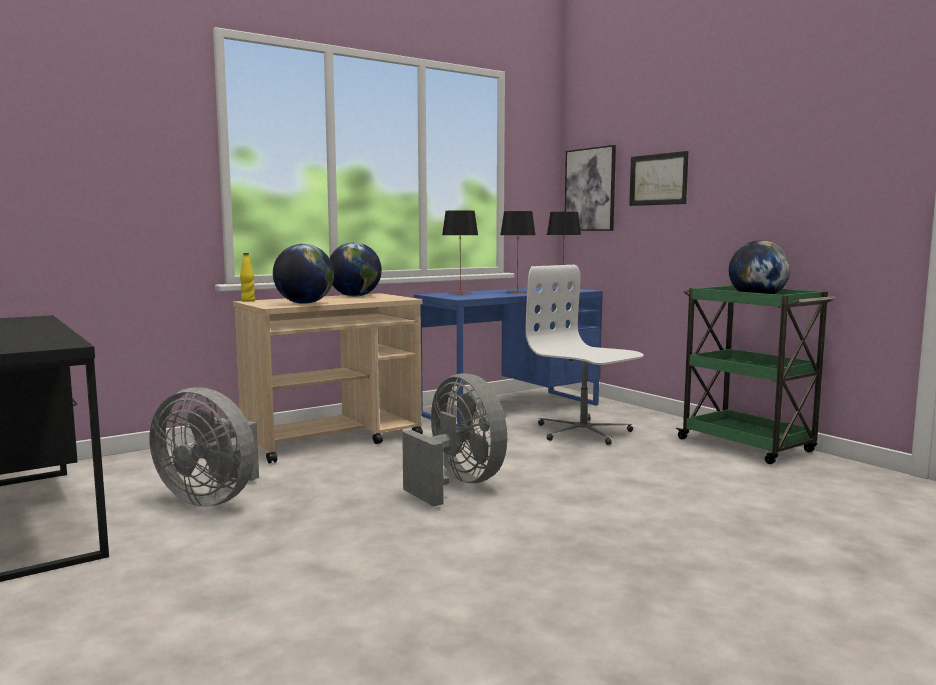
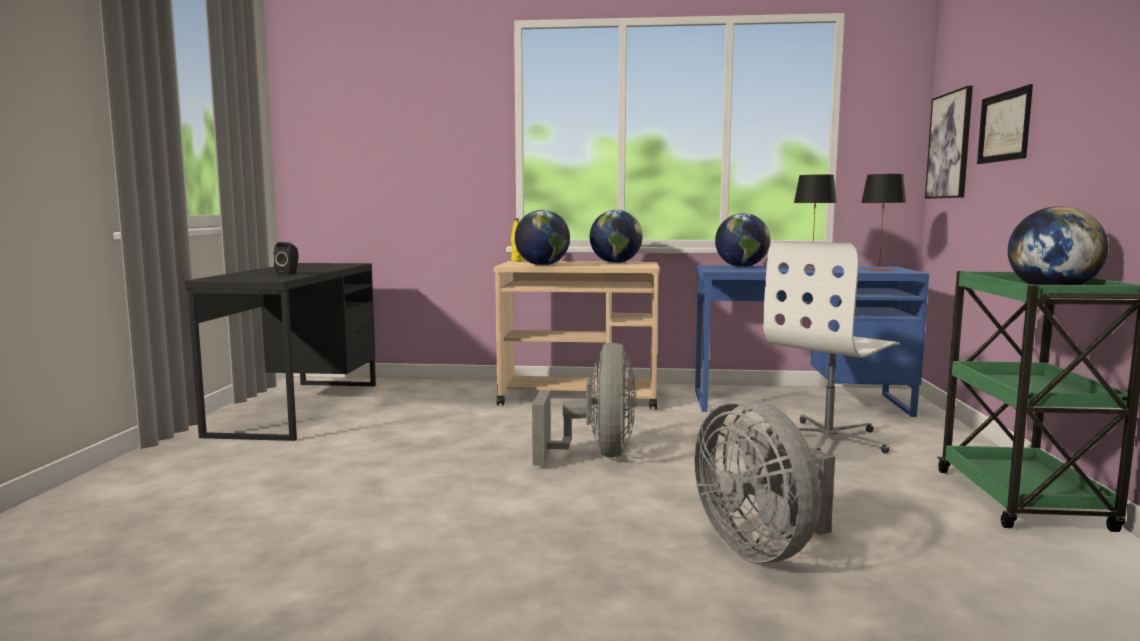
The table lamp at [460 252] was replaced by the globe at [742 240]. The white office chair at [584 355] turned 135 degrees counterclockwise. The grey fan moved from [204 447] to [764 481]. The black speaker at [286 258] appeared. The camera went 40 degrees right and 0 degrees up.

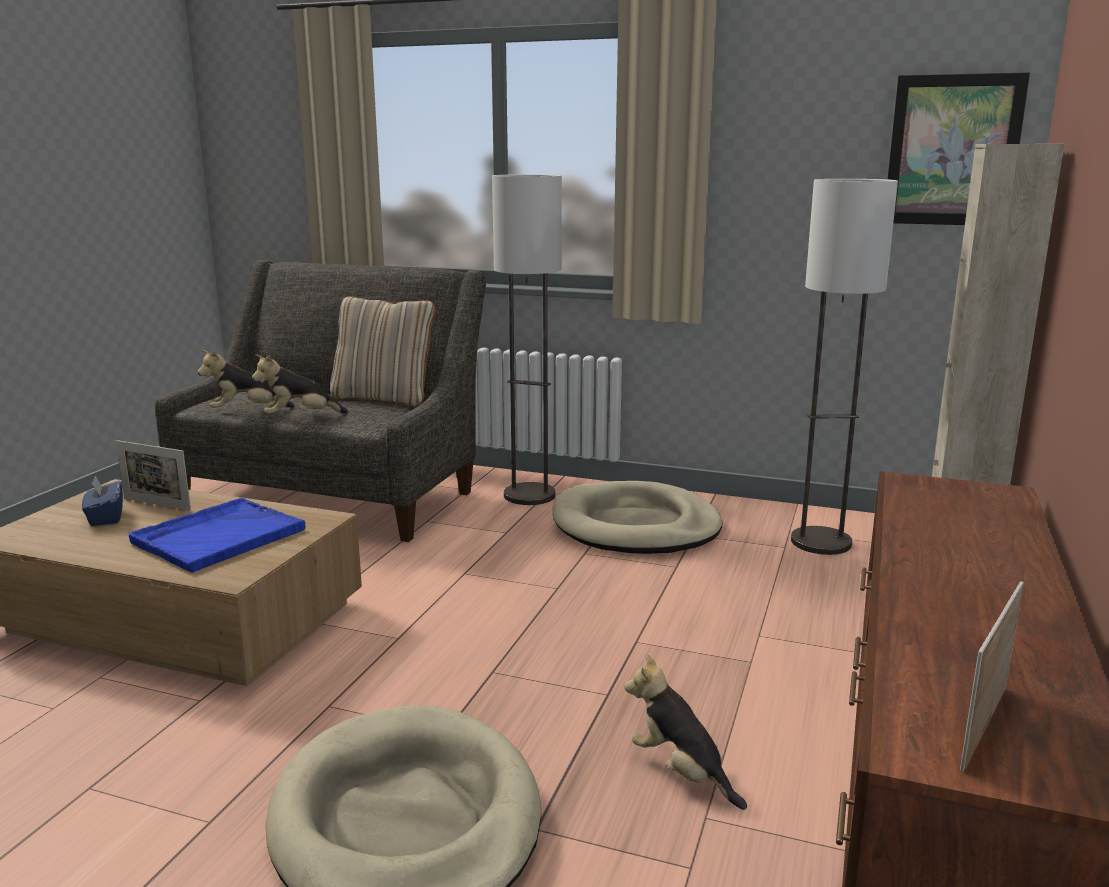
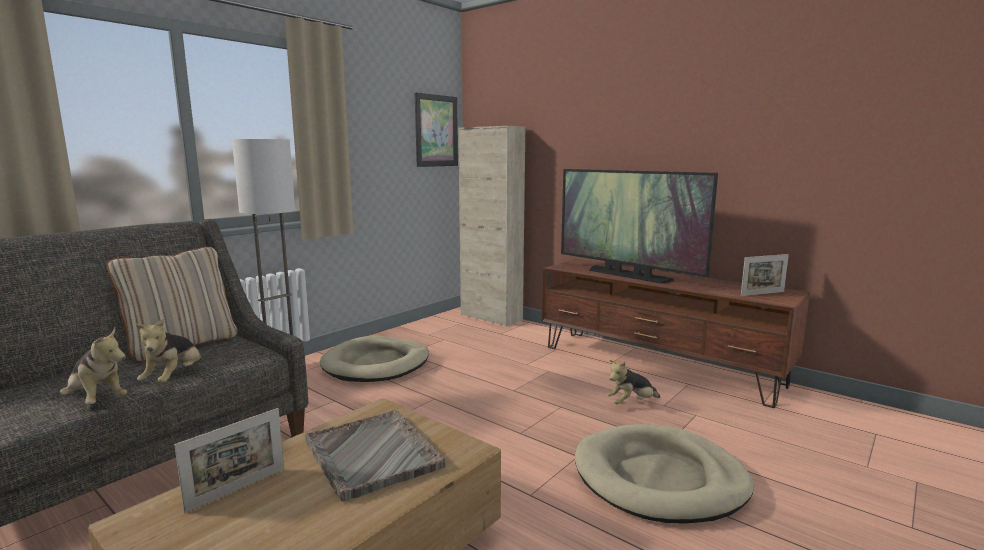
The floor lamp at [844 367] disappeared. The plush toy at [246 379] turned 60 degrees counterclockwise. The blue tissue box at [102 500] disappeared. The blue tray at [217 535] became the grey tray at [375 455]. The picture frame at [992 676] turned 75 degrees counterclockwise. The television at [639 226] appeared. The camera went 70 degrees left and 5 degrees down.

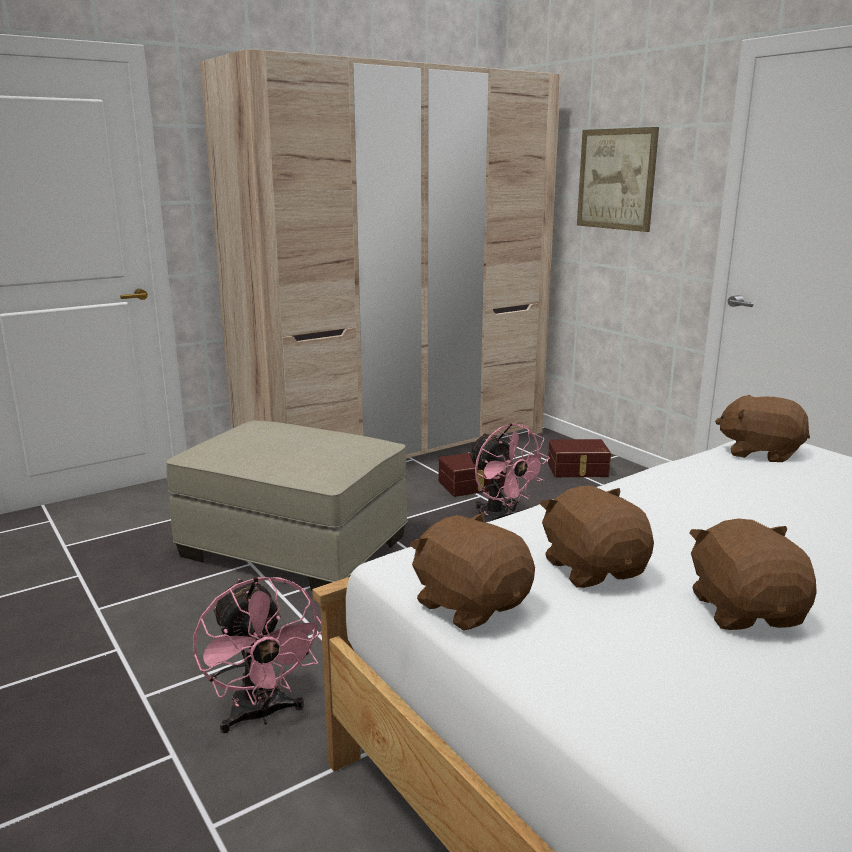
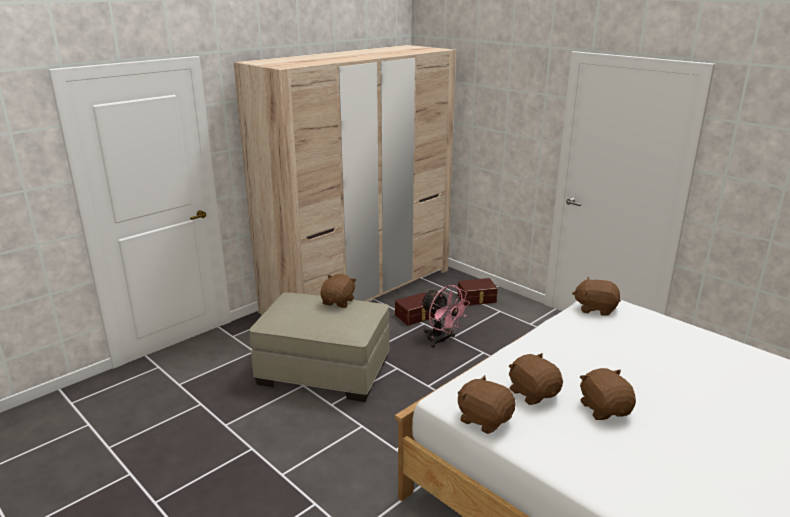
The picture at [618 179] disappeared. The pink fan at [257 655] disappeared. The brown plush toy at [338 291] appeared. The camera went 10 degrees left and 5 degrees up.

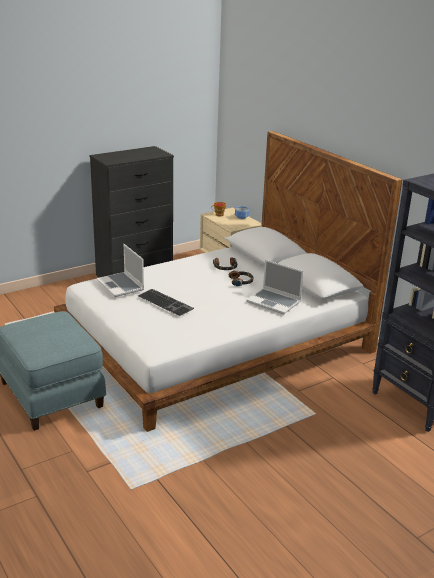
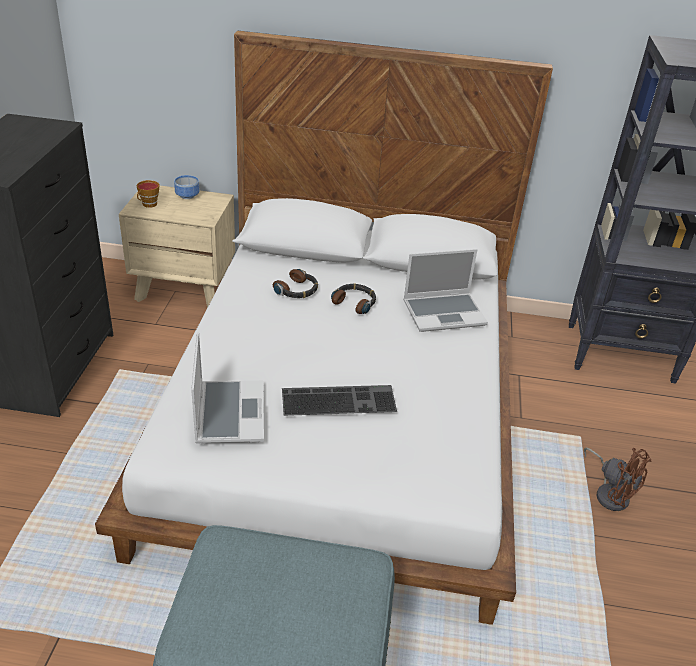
The laptop at [120 270] turned 105 degrees counterclockwise. The brown fan at [618 479] appeared. The camera went 50 degrees left and 10 degrees up.

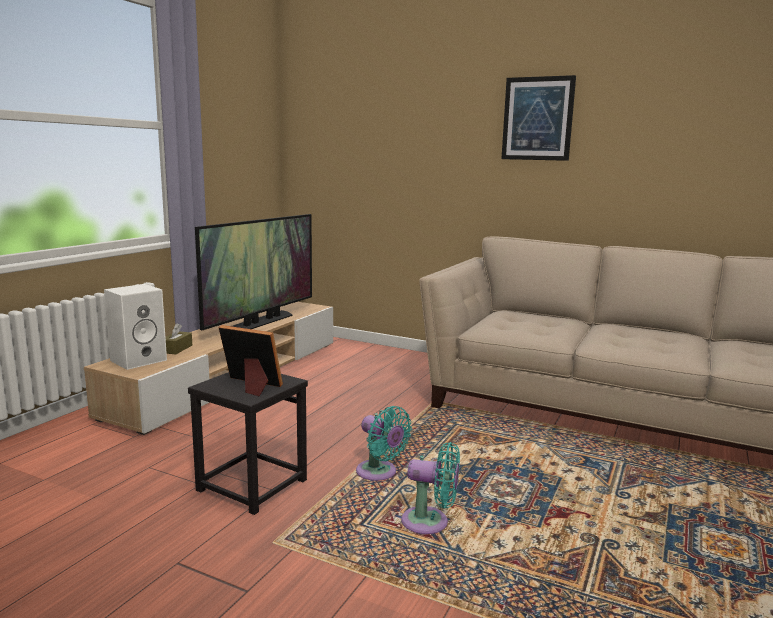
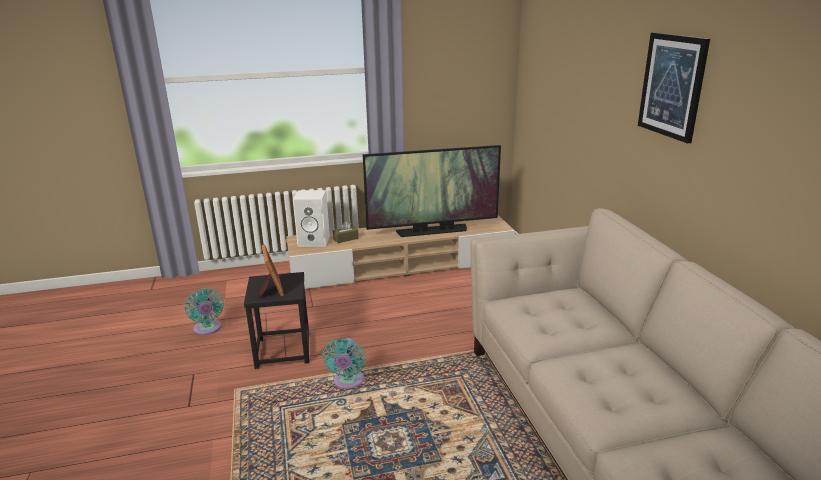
The turquoise fan moved from [430 488] to [204 311]. The camera went 50 degrees right and 10 degrees up.

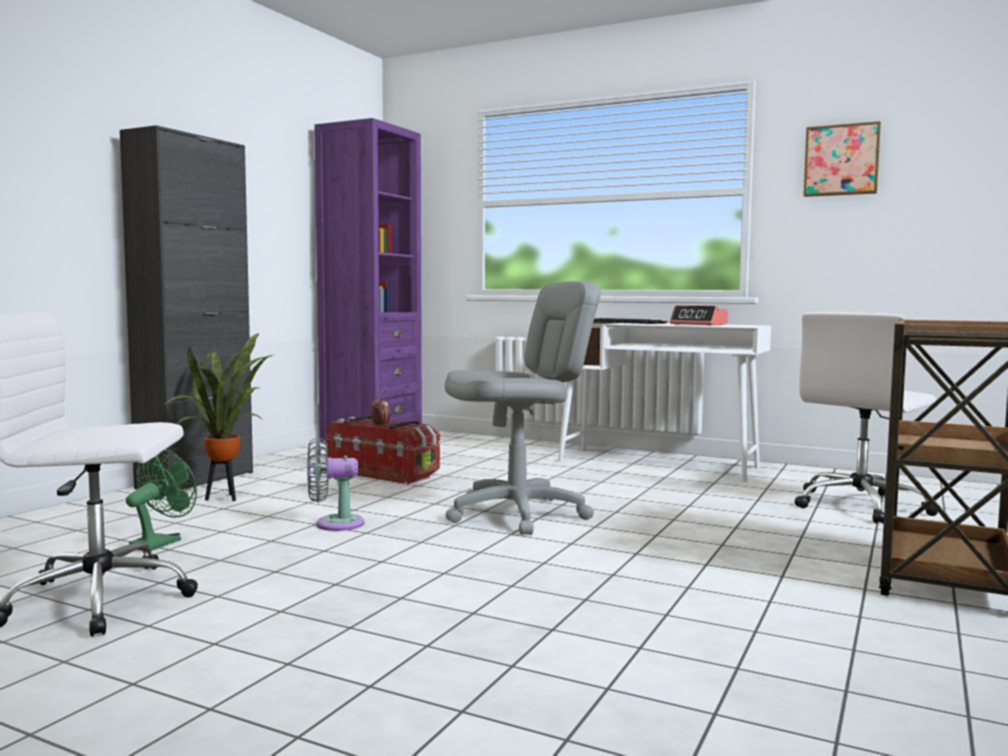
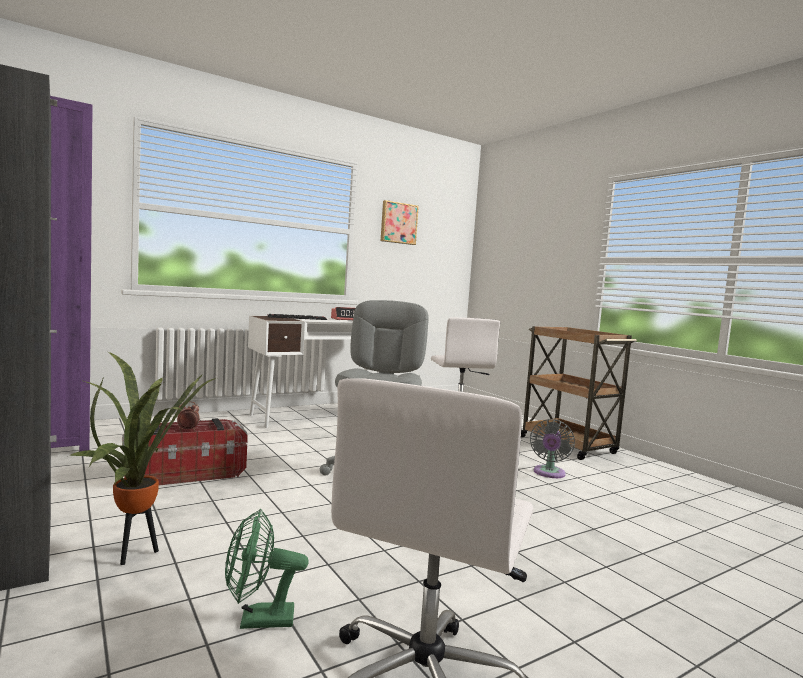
The grey fan moved from [335 484] to [552 448]. The green fan at [161 500] turned 60 degrees counterclockwise. The camera went 60 degrees left and 0 degrees up.

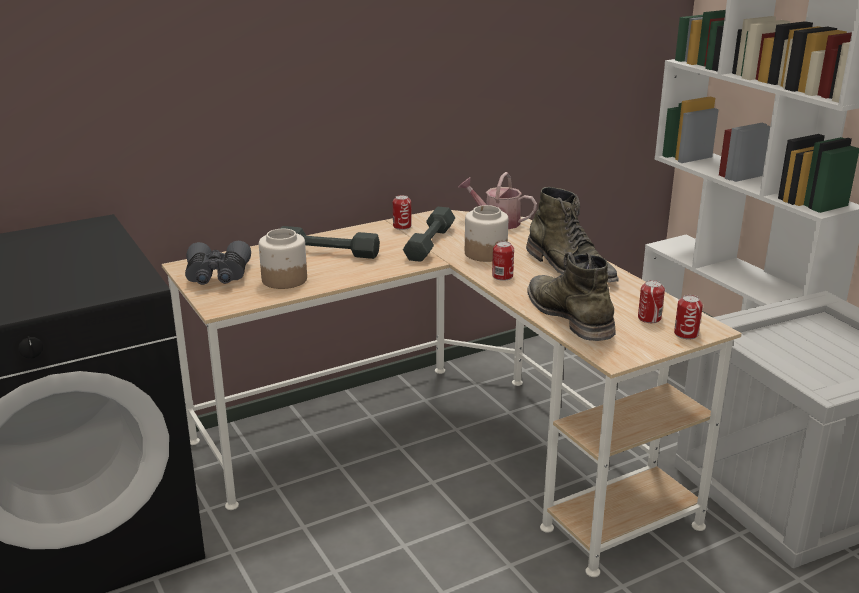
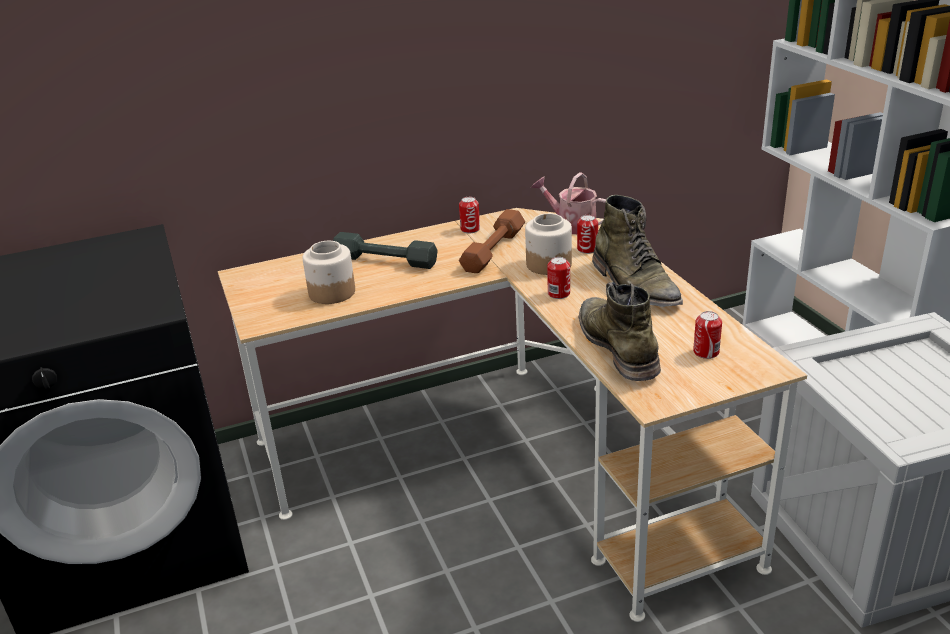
The grey dumbbell at [429 234] became the brown dumbbell at [492 241]. The grey binoculars at [218 263] disappeared. The can moved from [688 317] to [587 234]. The camera went 10 degrees right and 5 degrees up.

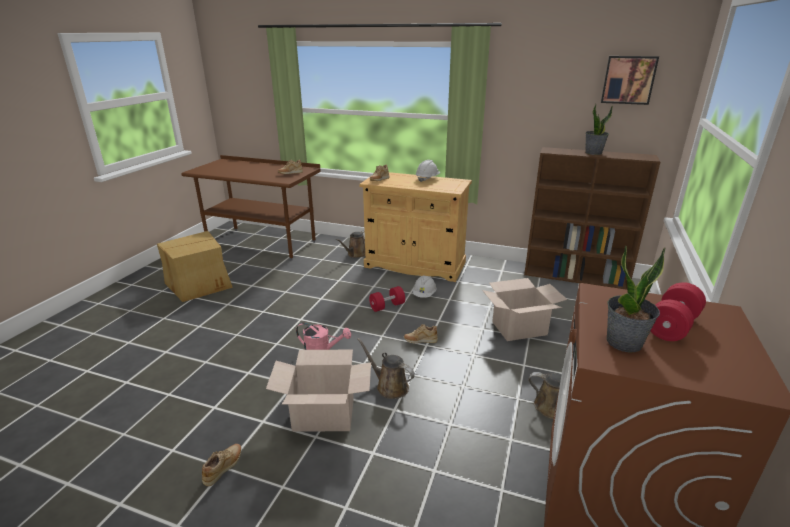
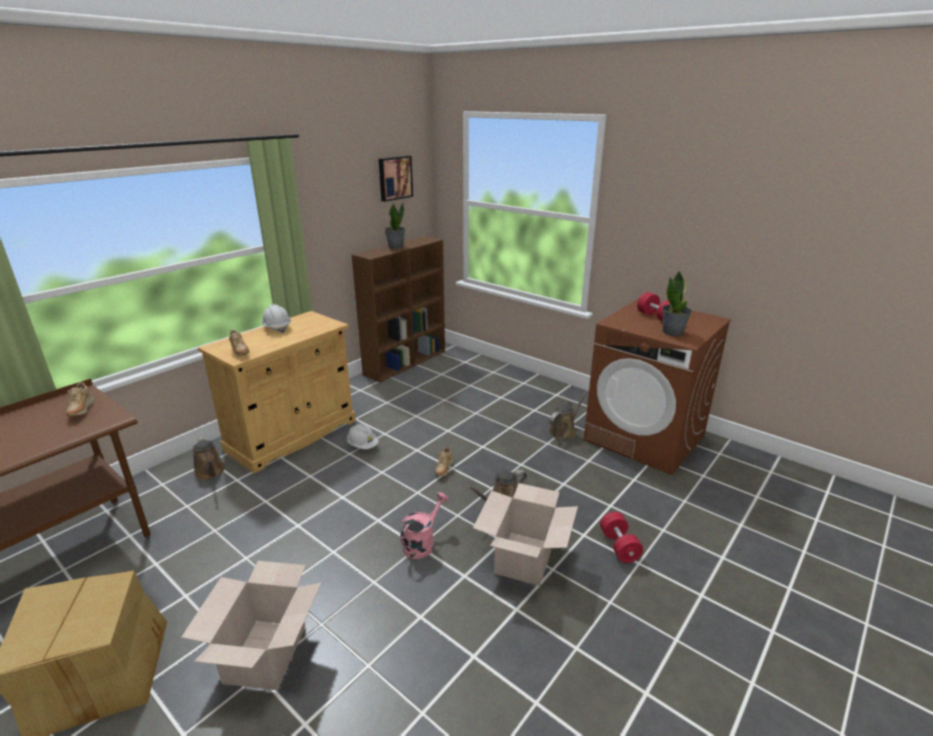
The cardboard box moved from [524 309] to [251 625]. The red dumbbell moved from [387 299] to [621 537]. The beige shoe at [221 465] disappeared. The camera went 70 degrees left and 0 degrees up.

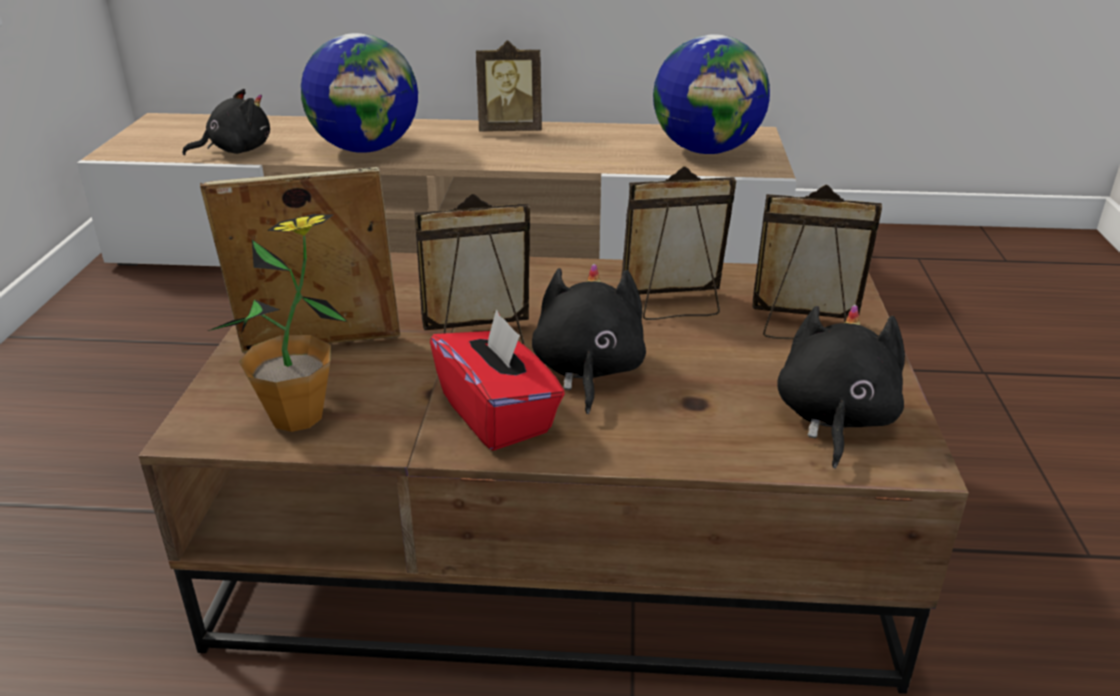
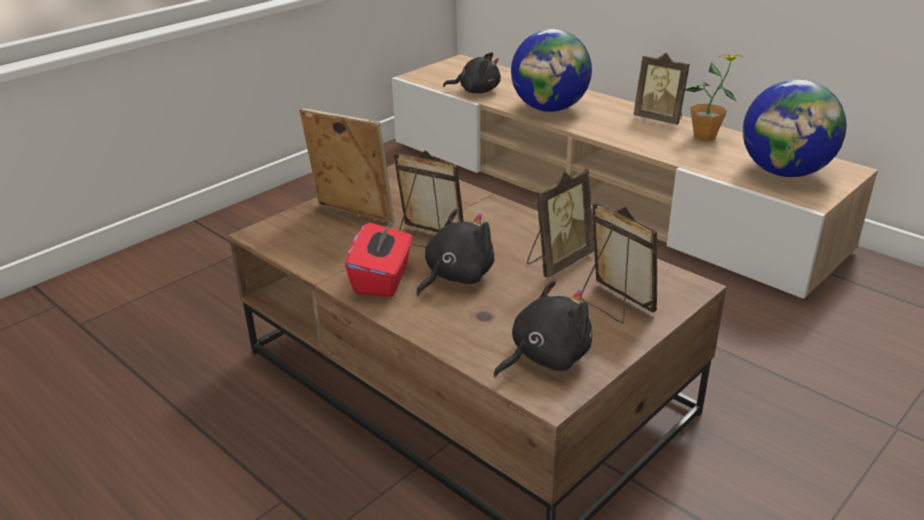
The picture frame at [679 243] turned 105 degrees clockwise. The potted plant moved from [278 323] to [714 98]. The camera went 40 degrees right and 0 degrees up.

